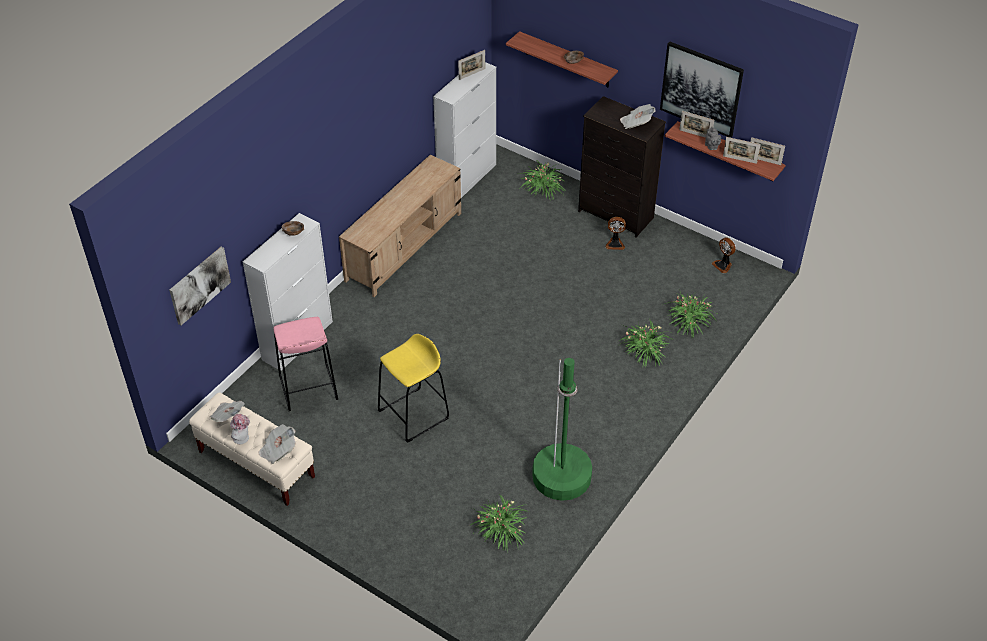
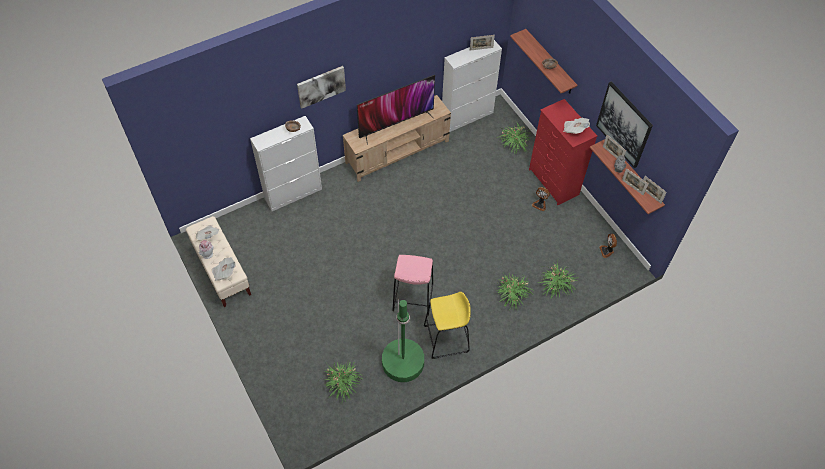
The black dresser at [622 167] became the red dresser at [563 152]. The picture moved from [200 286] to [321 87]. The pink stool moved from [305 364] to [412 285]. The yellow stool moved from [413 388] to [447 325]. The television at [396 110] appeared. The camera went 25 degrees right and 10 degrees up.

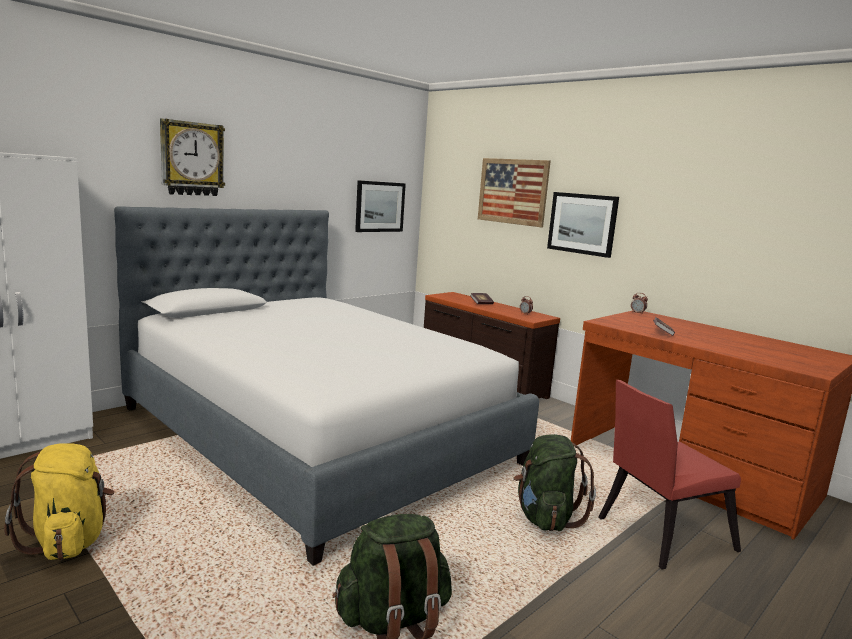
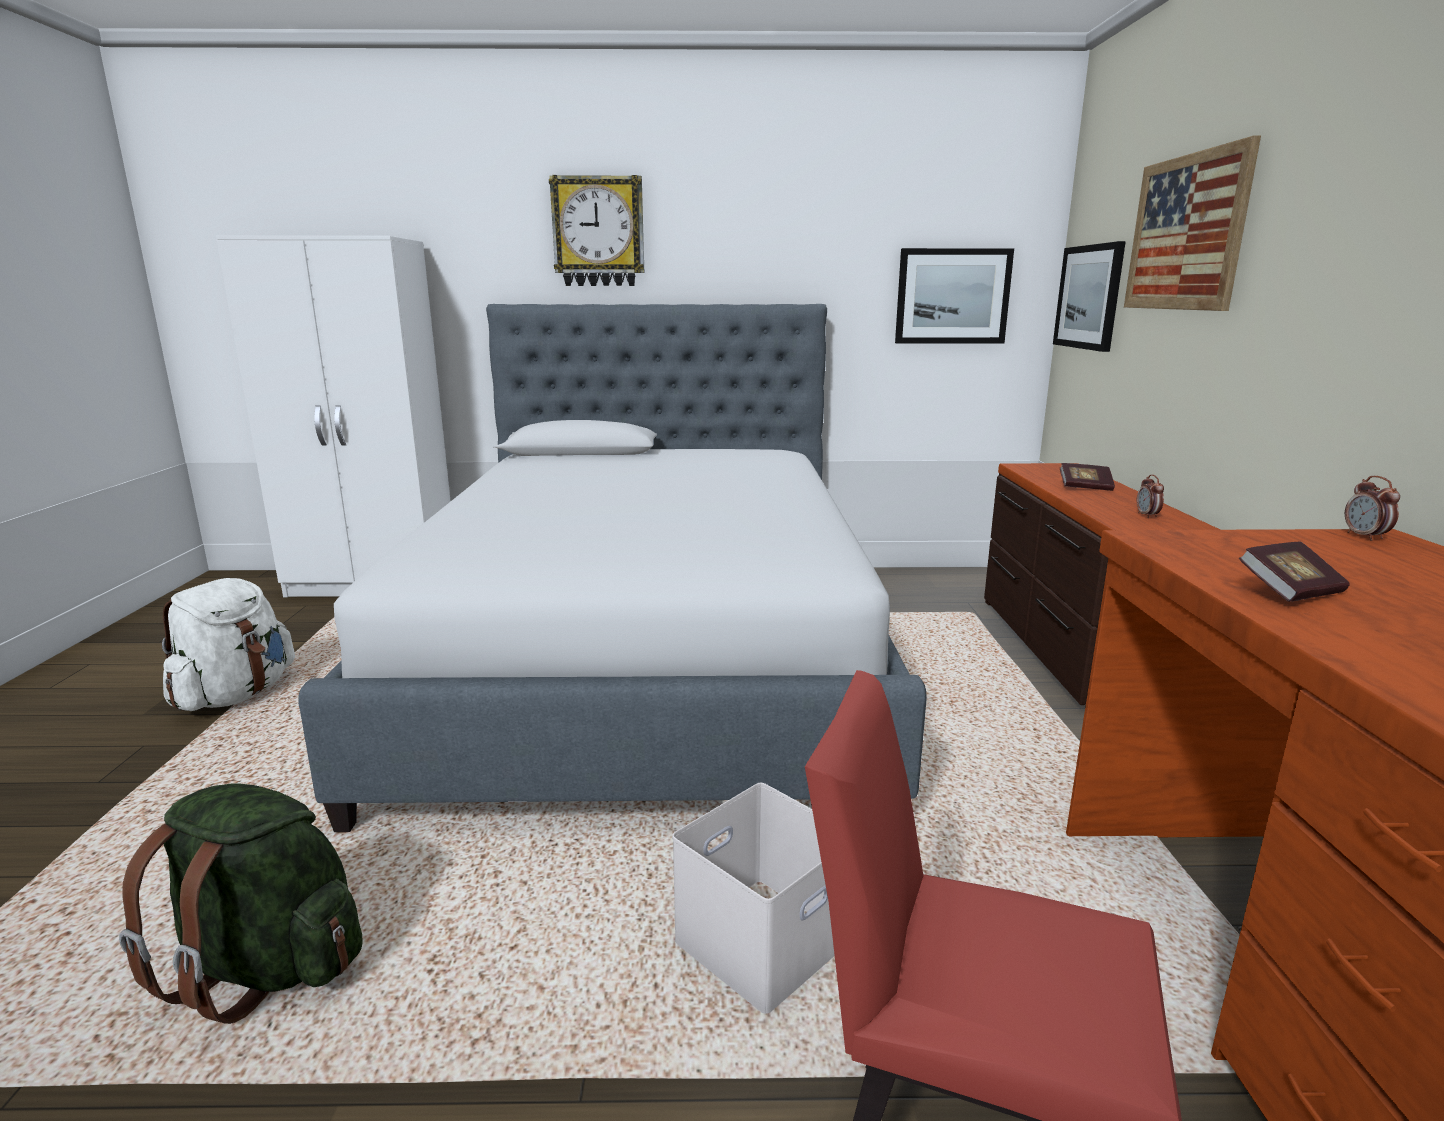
The picture moved from [583 225] to [1089 296]. The green backpack at [554 482] was replaced by the white storage box at [753 898]. The yellow backpack at [59 501] became the white backpack at [228 644]. The camera went 45 degrees right and 5 degrees up.

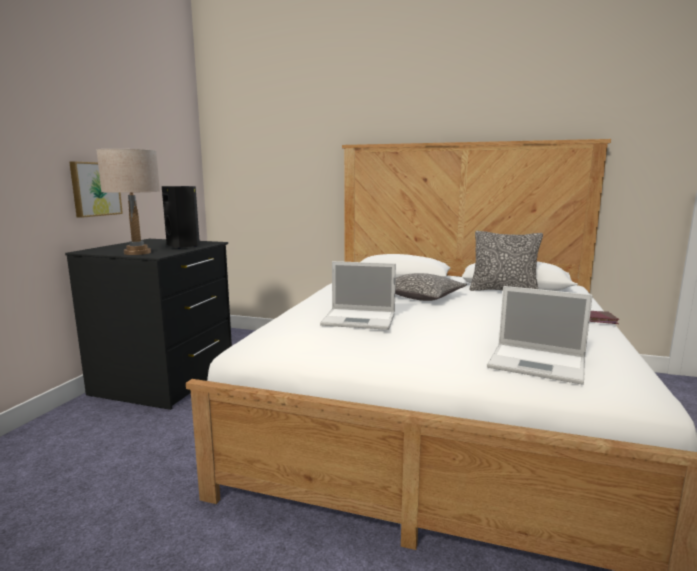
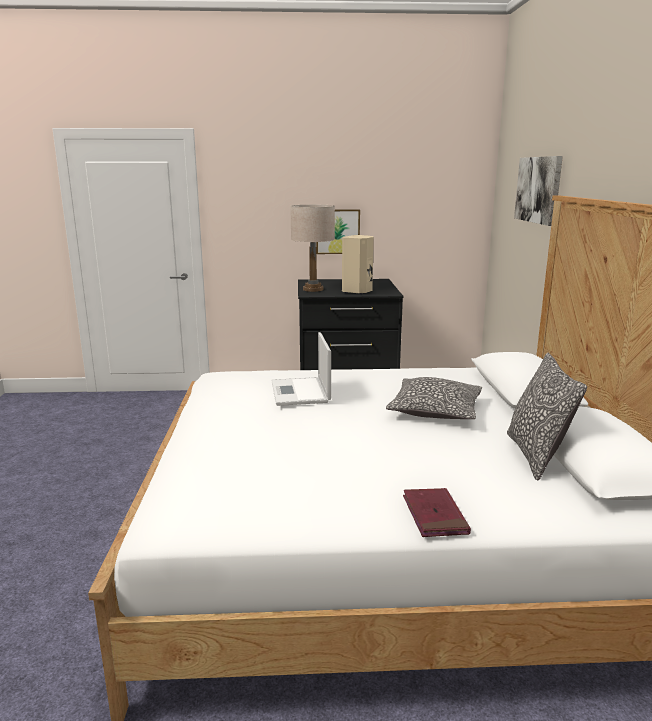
The black speaker at [181 217] became the beige speaker at [358 264]. The laptop at [540 335] disappeared. The picture at [538 191] appeared. The camera went 70 degrees right and 5 degrees up.

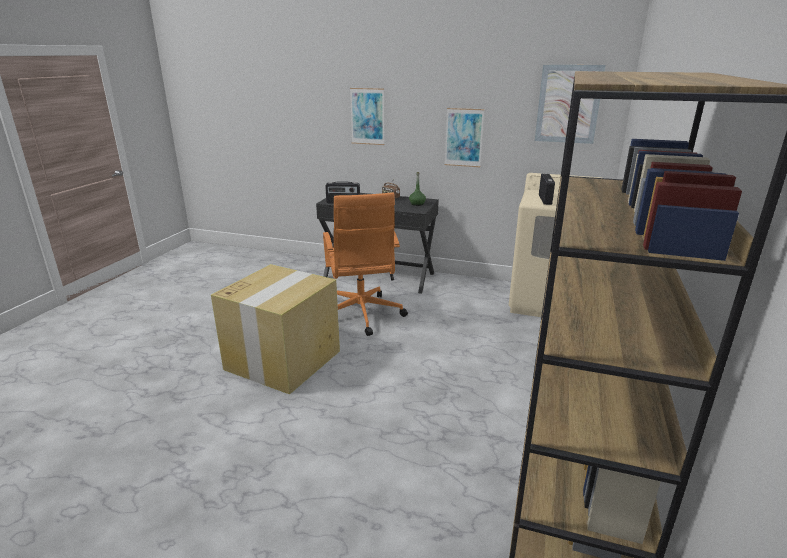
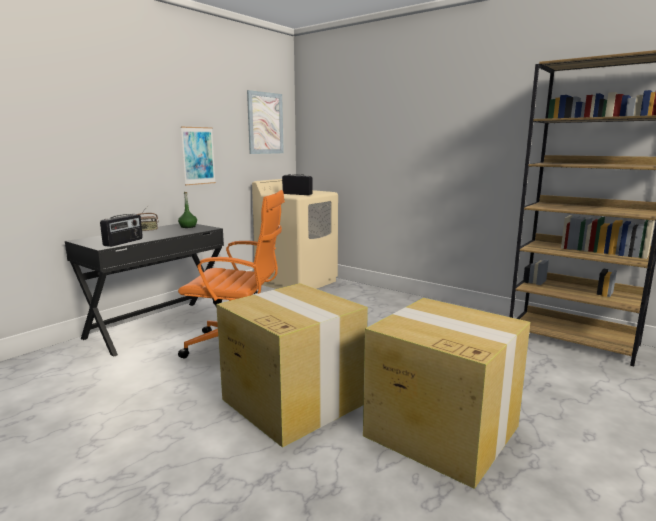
The picture at [367 116] disappeared. The cardboard box at [446 393] appeared. The camera went 70 degrees left and 10 degrees down.

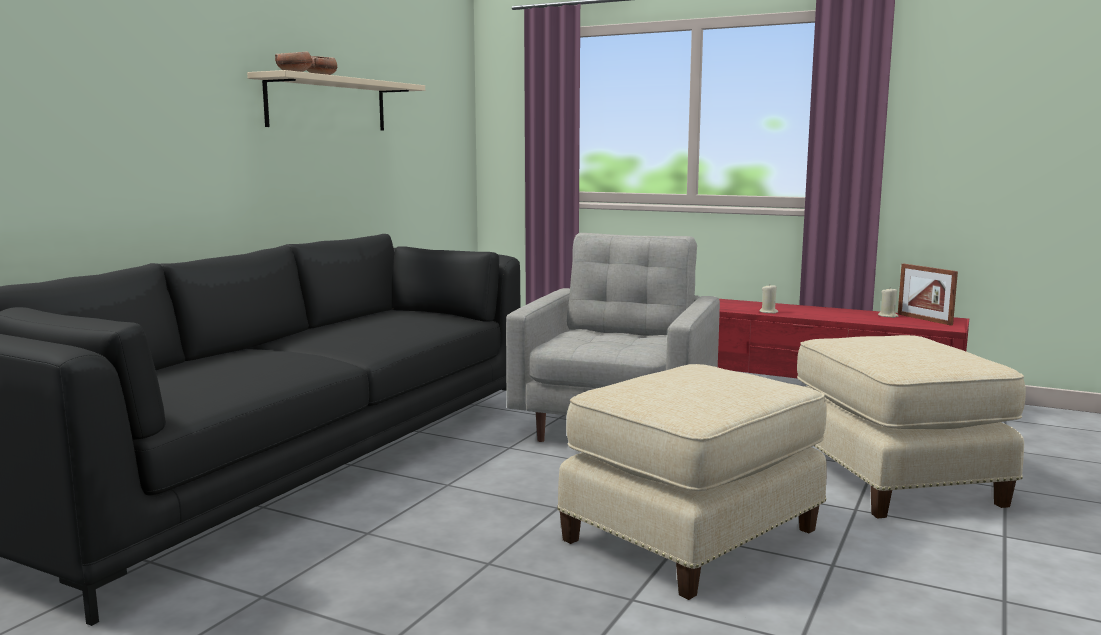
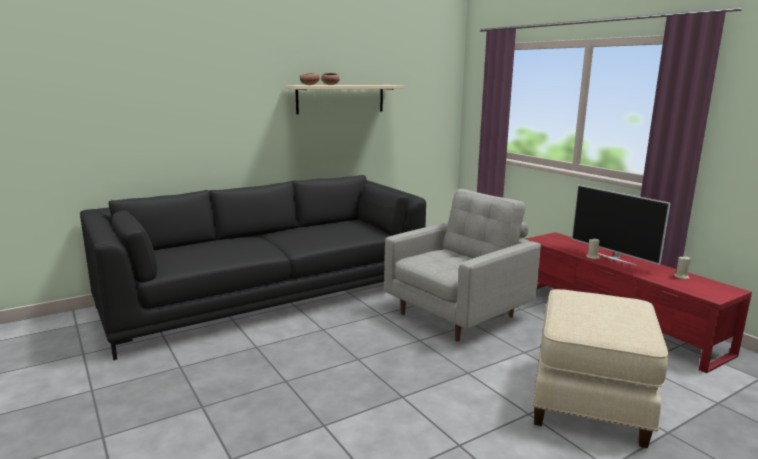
The picture frame at [928 295] disappeared. The beige ottoman at [692 482] disappeared. The television at [621 225] appeared. The camera went 30 degrees right and 5 degrees up.

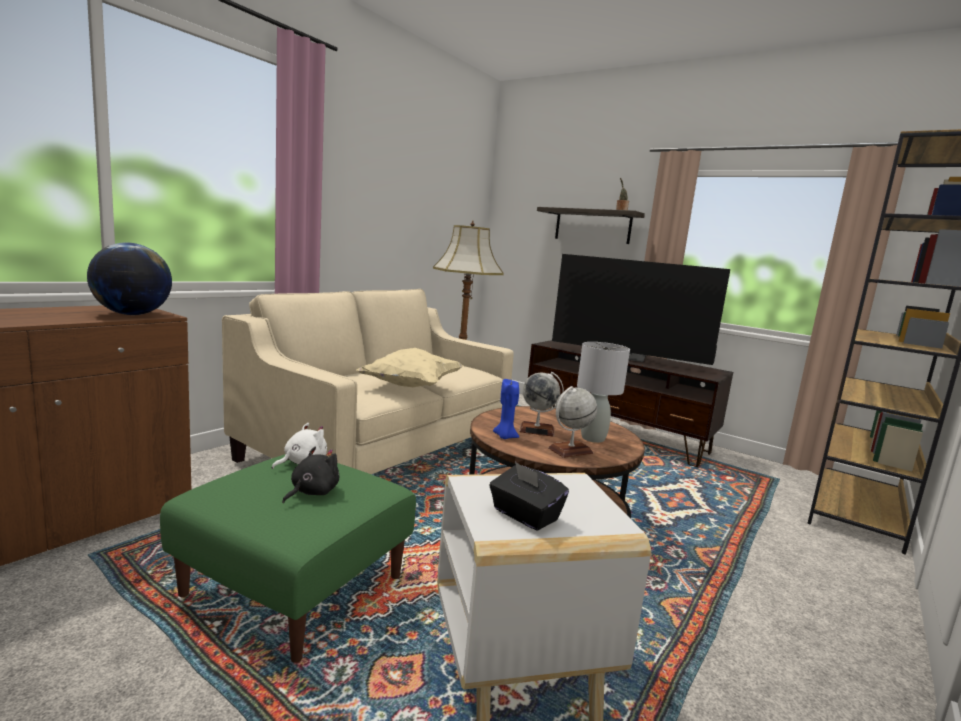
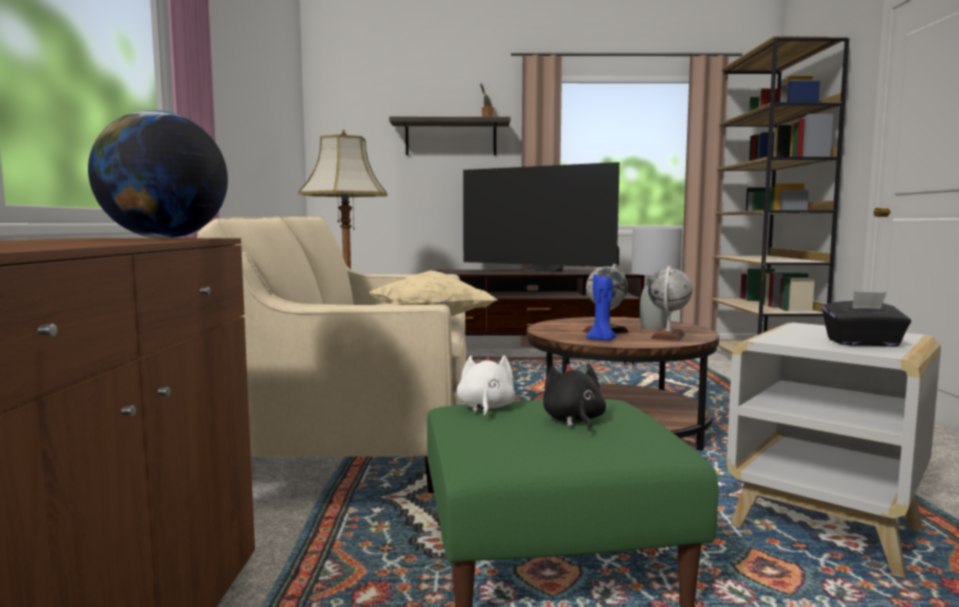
The television at [641 309] turned 45 degrees clockwise. The camera went 35 degrees left and 5 degrees down.

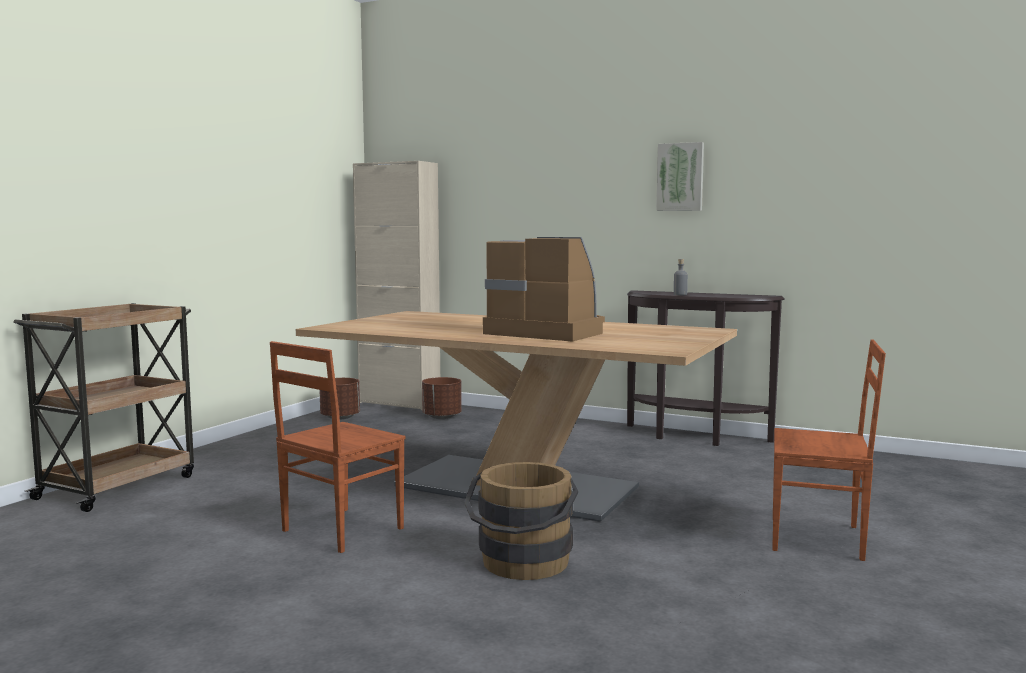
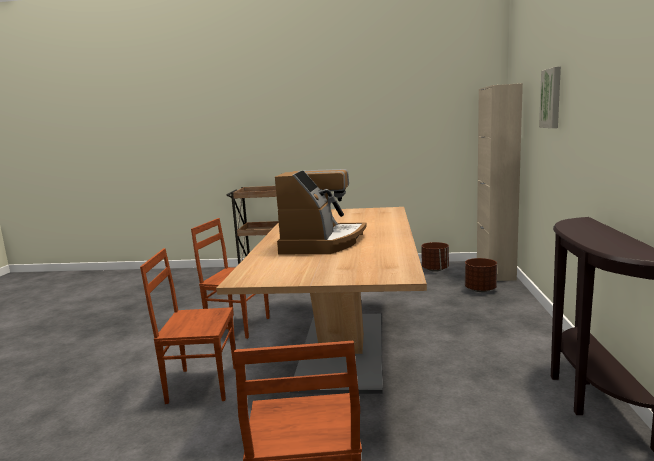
The picture moved from [680 176] to [550 97]. The grey bottle at [681 277] disappeared. The brown bucket at [521 521] was replaced by the brown chair at [188 326]. The camera went 70 degrees right and 5 degrees up.

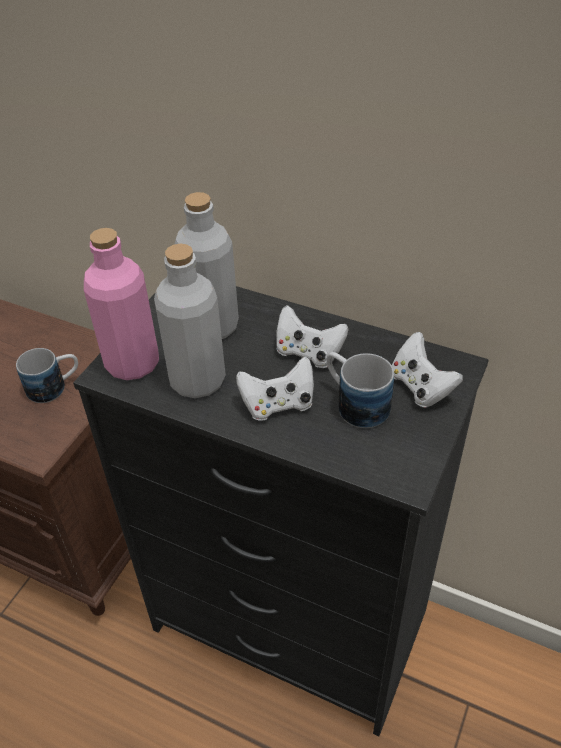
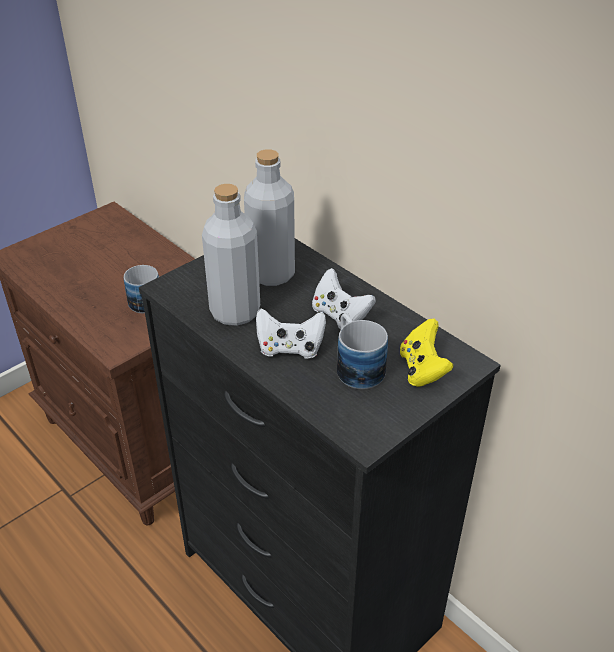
The pink bottle at [121 304] disappeared. The white game controller at [427 370] became the yellow game controller at [427 353]. The camera went 20 degrees right and 5 degrees down.

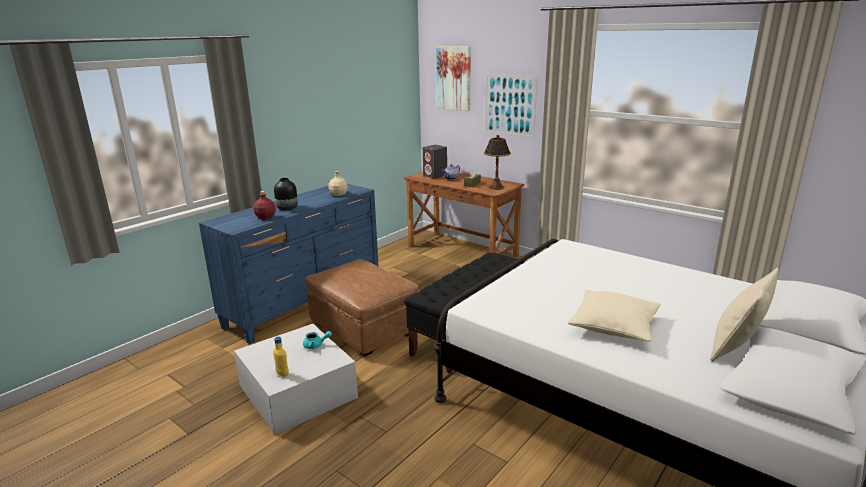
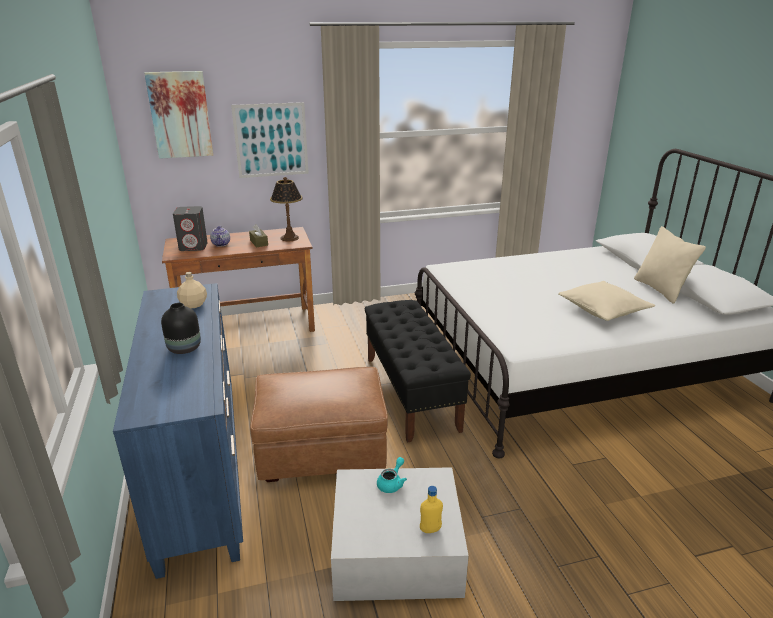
The red bottle at [265 205] disappeared. The camera went 55 degrees left and 5 degrees up.

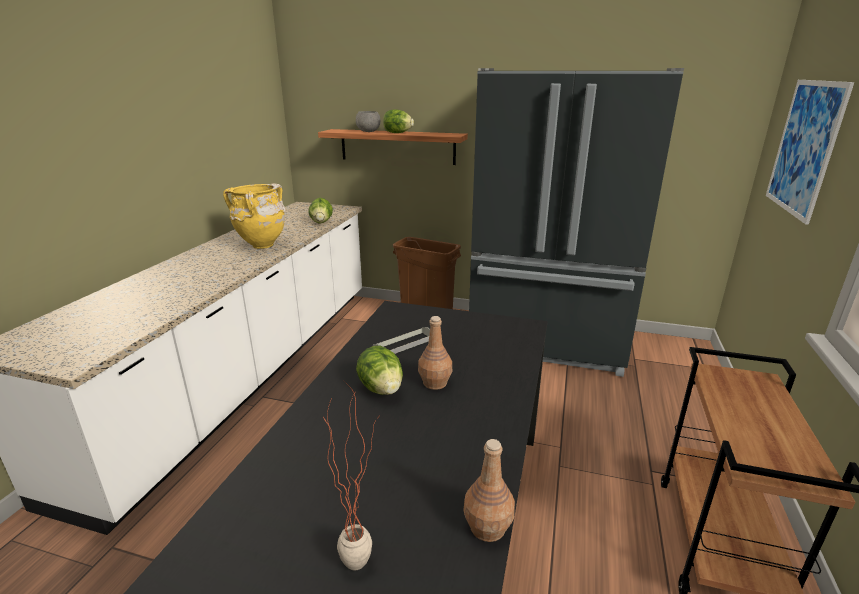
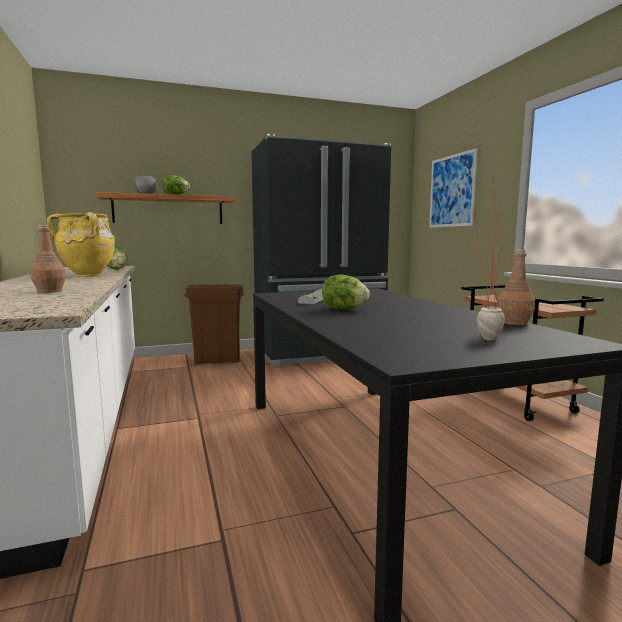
The brown bottle moved from [435 353] to [48 259]. The camera went 35 degrees left and 15 degrees down.

